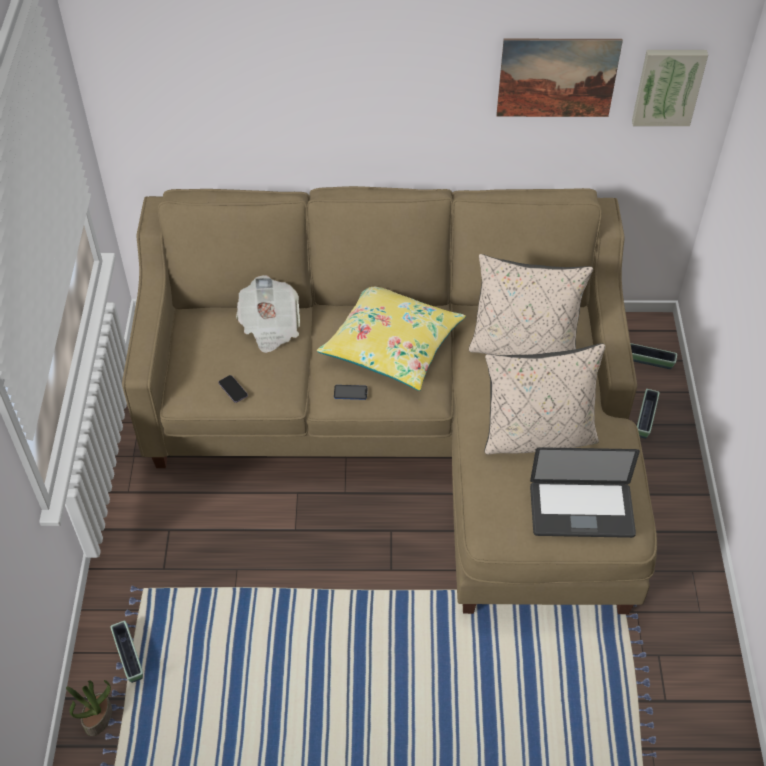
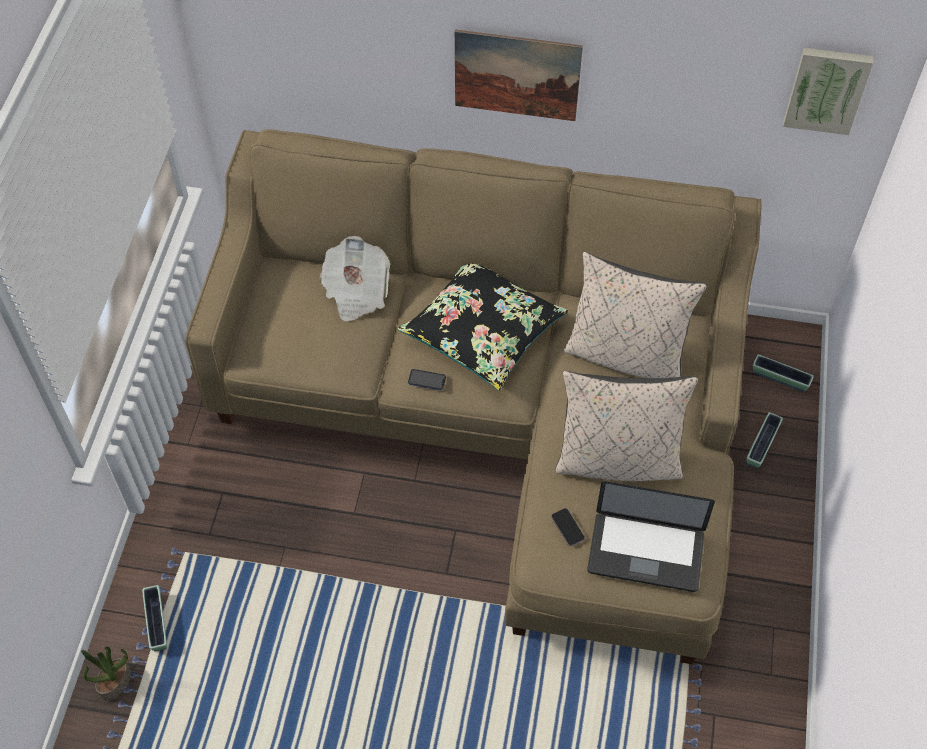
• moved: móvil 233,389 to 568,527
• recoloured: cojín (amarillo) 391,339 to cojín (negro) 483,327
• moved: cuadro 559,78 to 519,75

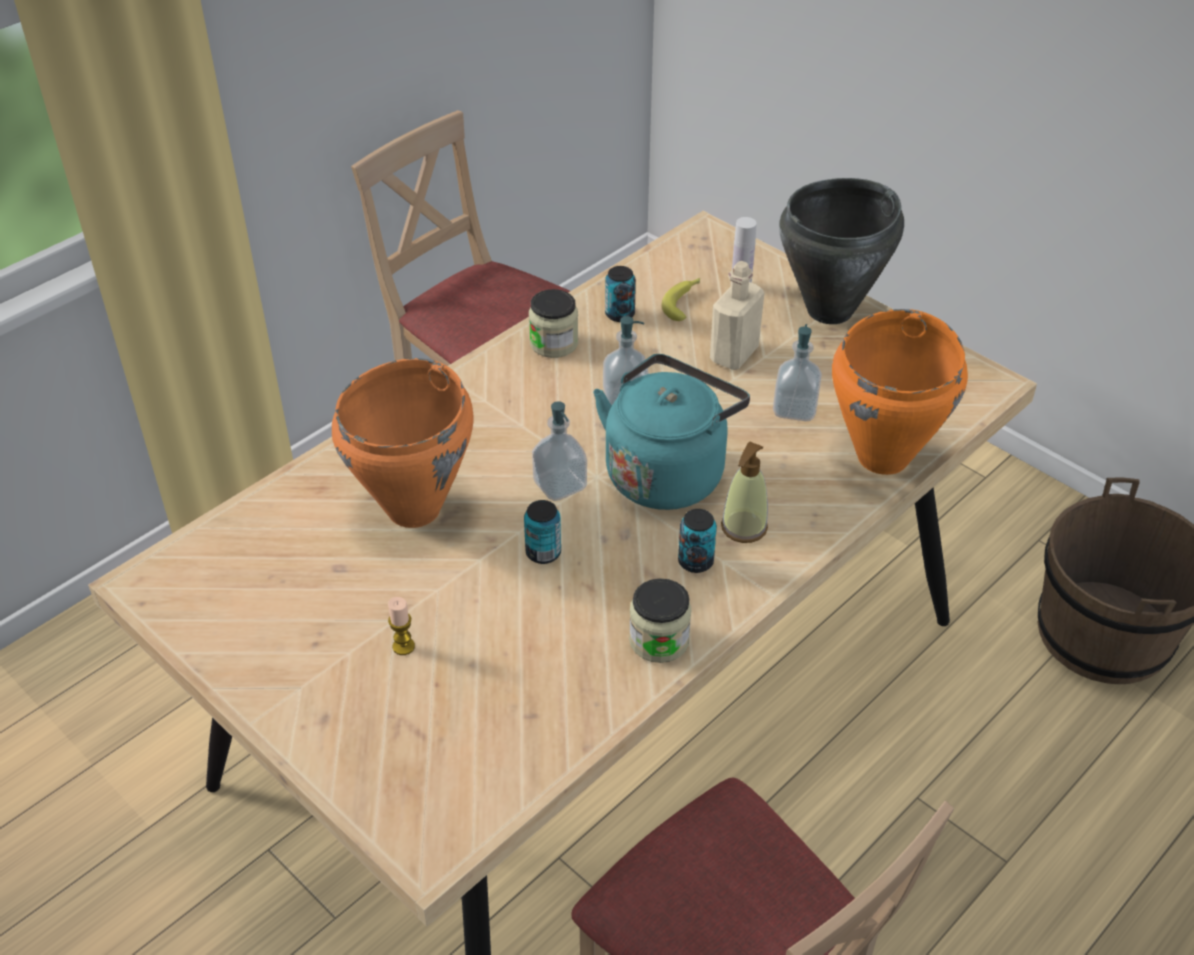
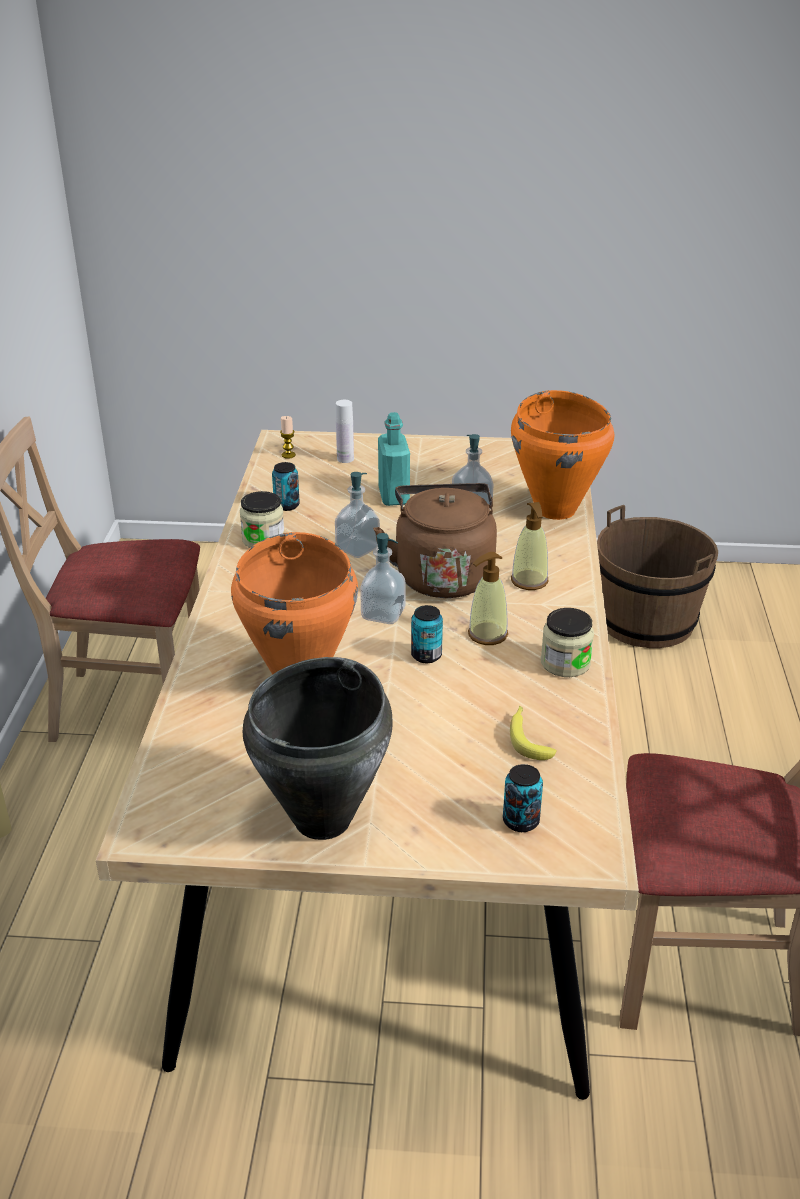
• moved: vela 401,626 to 288,437
• recoloured: hervidor (turquesa) 671,432 to hervidor (marrón) 435,540
• moved: plátano 680,299 to 533,733
• moved: lata 697,541 to 523,798
• recoloured: botella (beis) 737,315 to botella (turquesa) 394,459
• moved: olla (negro) 841,251 to 318,748
• added: dispensador de jabón 488,598

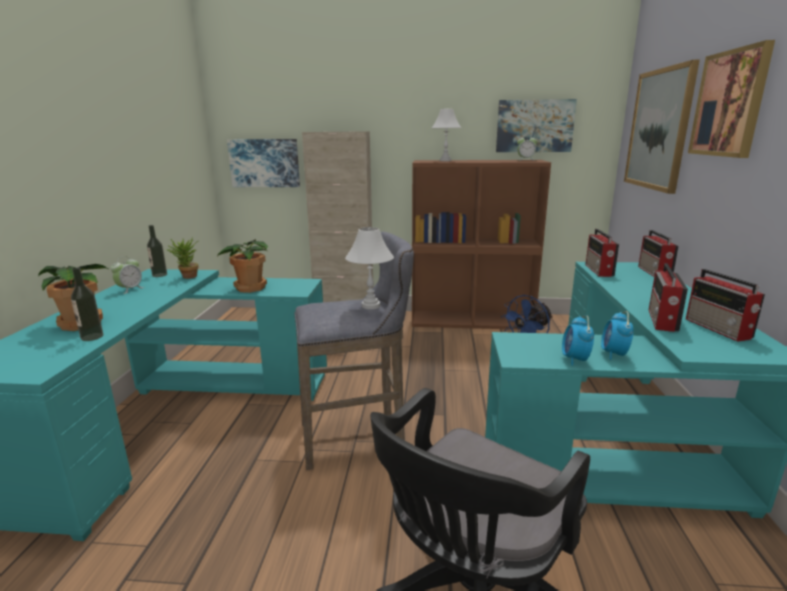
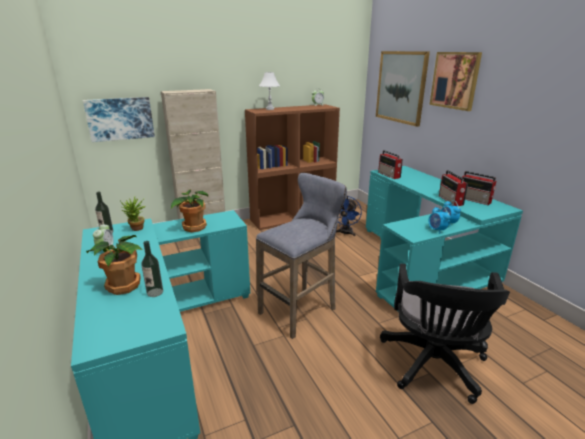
• removed: lámpara de mesa (blanco) 369,268
• removed: cuadro 536,125
• removed: radio 658,253

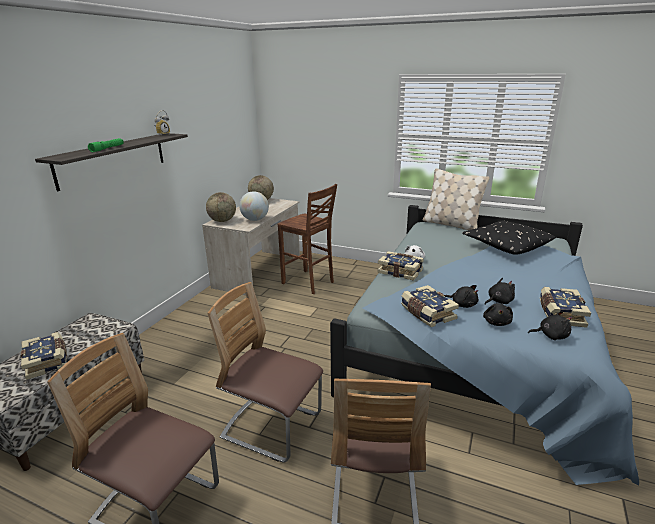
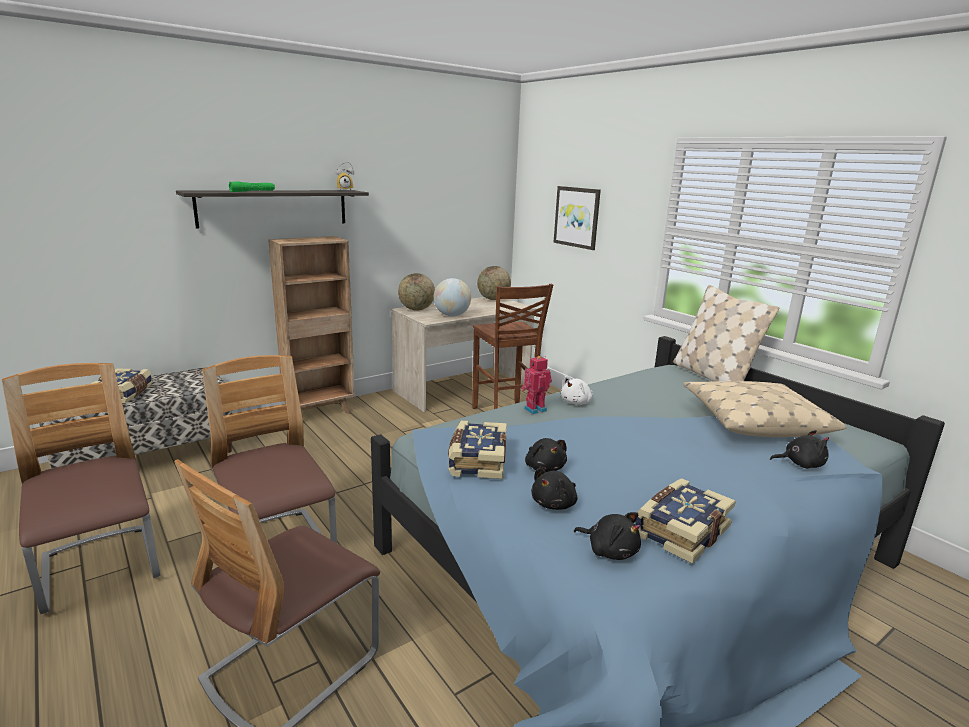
• replaced: libro 400,266 to robot de juguete 536,385
• recoloured: cojín (negro) 509,238 to cojín (beis) 765,409
• moved: peluche (negro) 500,291 to 799,449
• added: estantería (marrón) 311,327
• added: cuadro 577,218

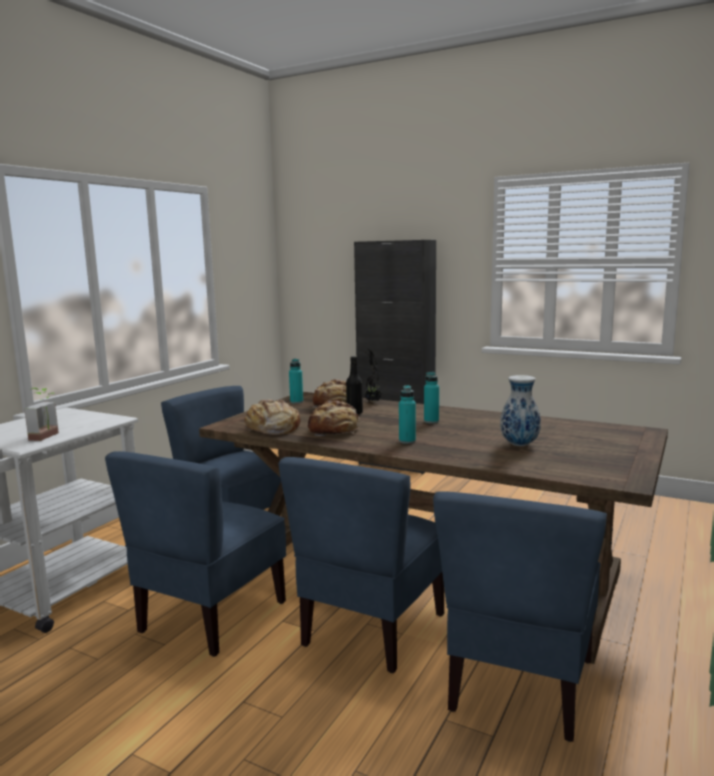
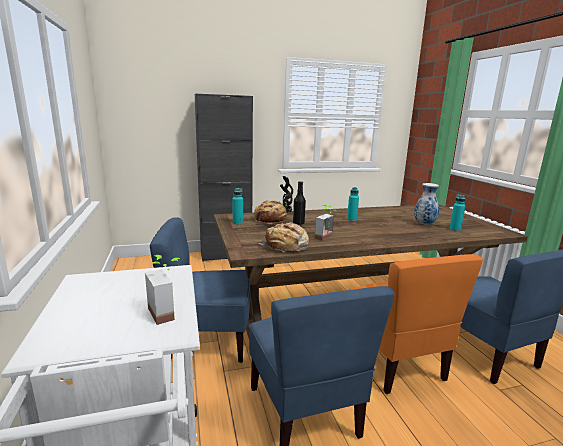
• recoloured: silla (azul) 361,565 to silla (naranja) 416,324
• replaced: pan 334,418 to planta en maceta 325,223
• moved: botella (turquesa) 407,414 to 457,212

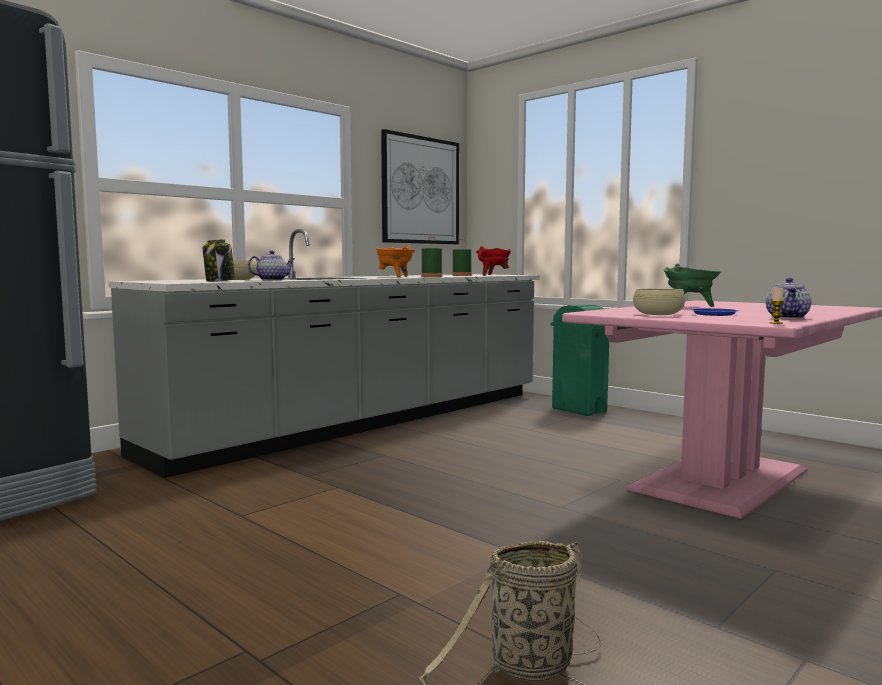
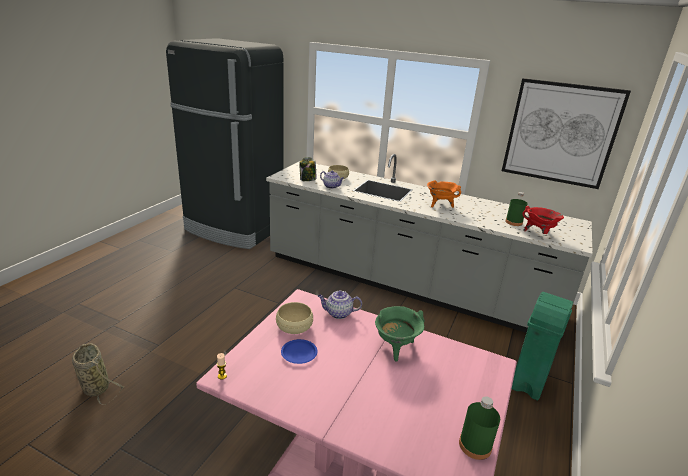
• moved: botella (verde) 431,256 to 479,428
• moved: tetera 789,298 to 340,305

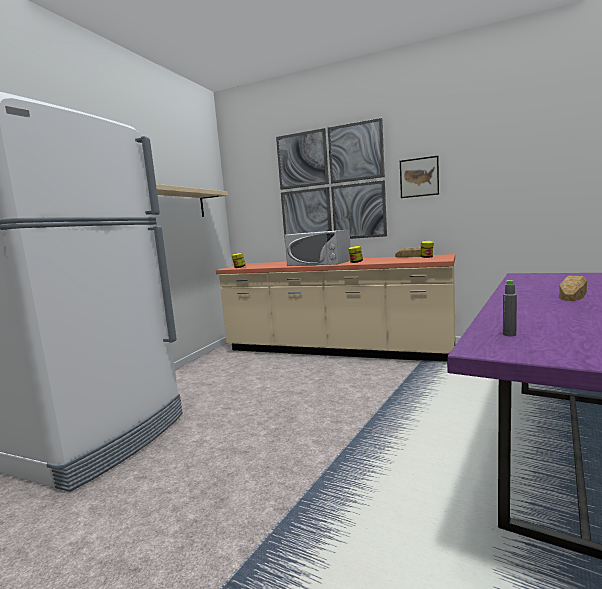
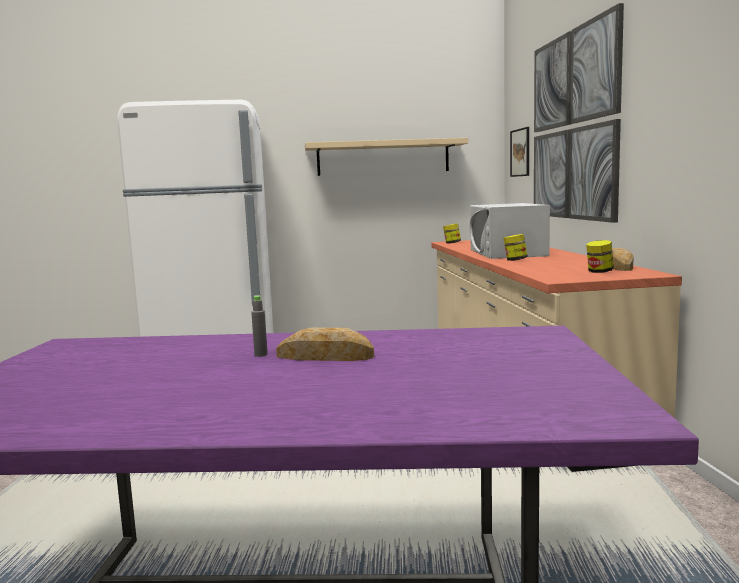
• moved: cuadro 419,177 to 519,152
• moved: botella (gris) 510,308 to 259,326

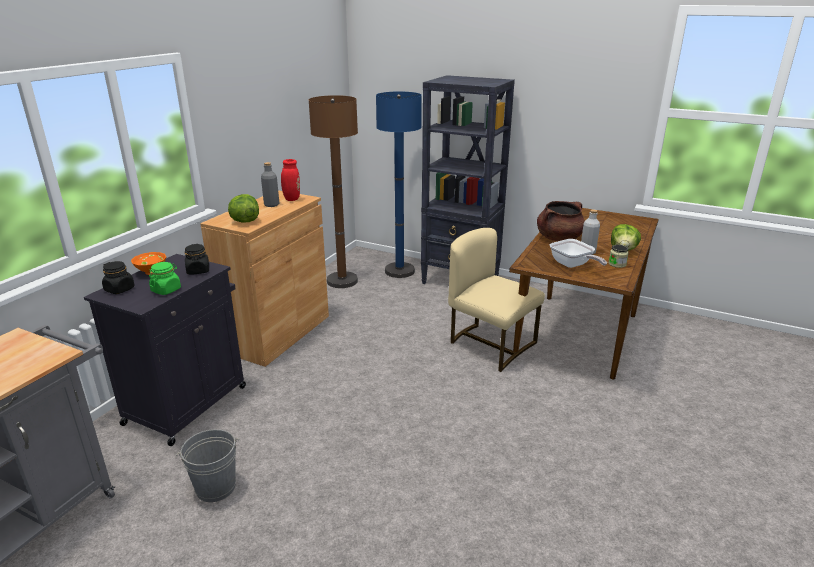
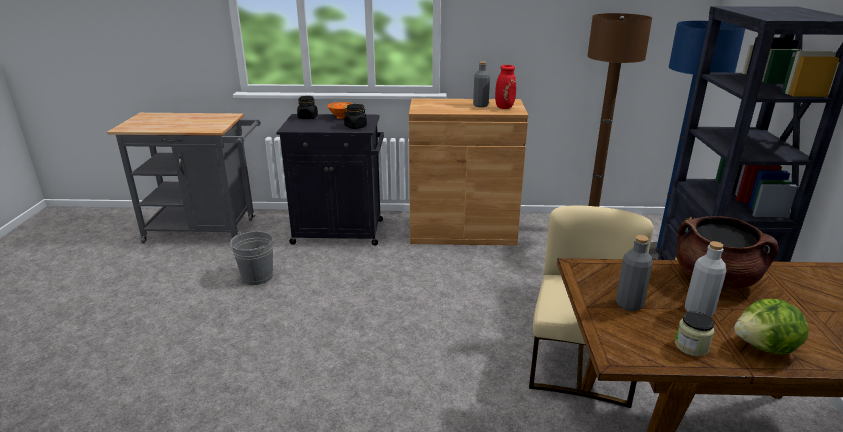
• removed: tarro (verde) 165,278
• removed: lechuga 243,208
• replaced: sartén 578,253 to botella (gris) 634,273

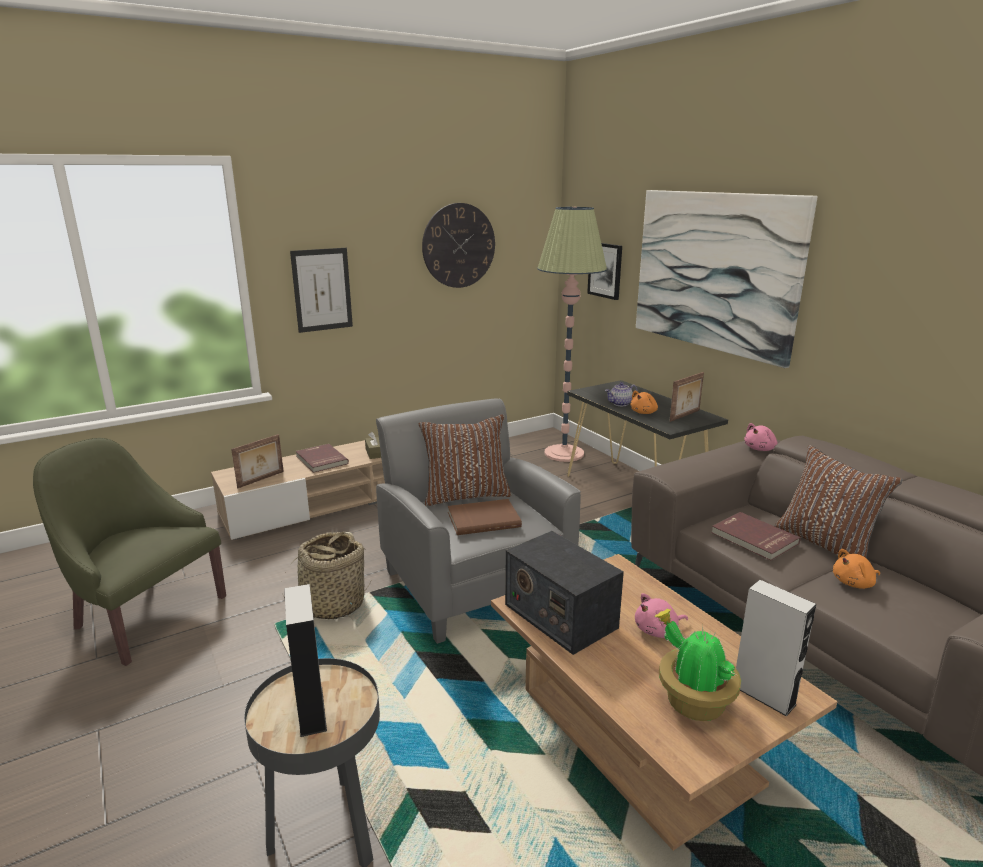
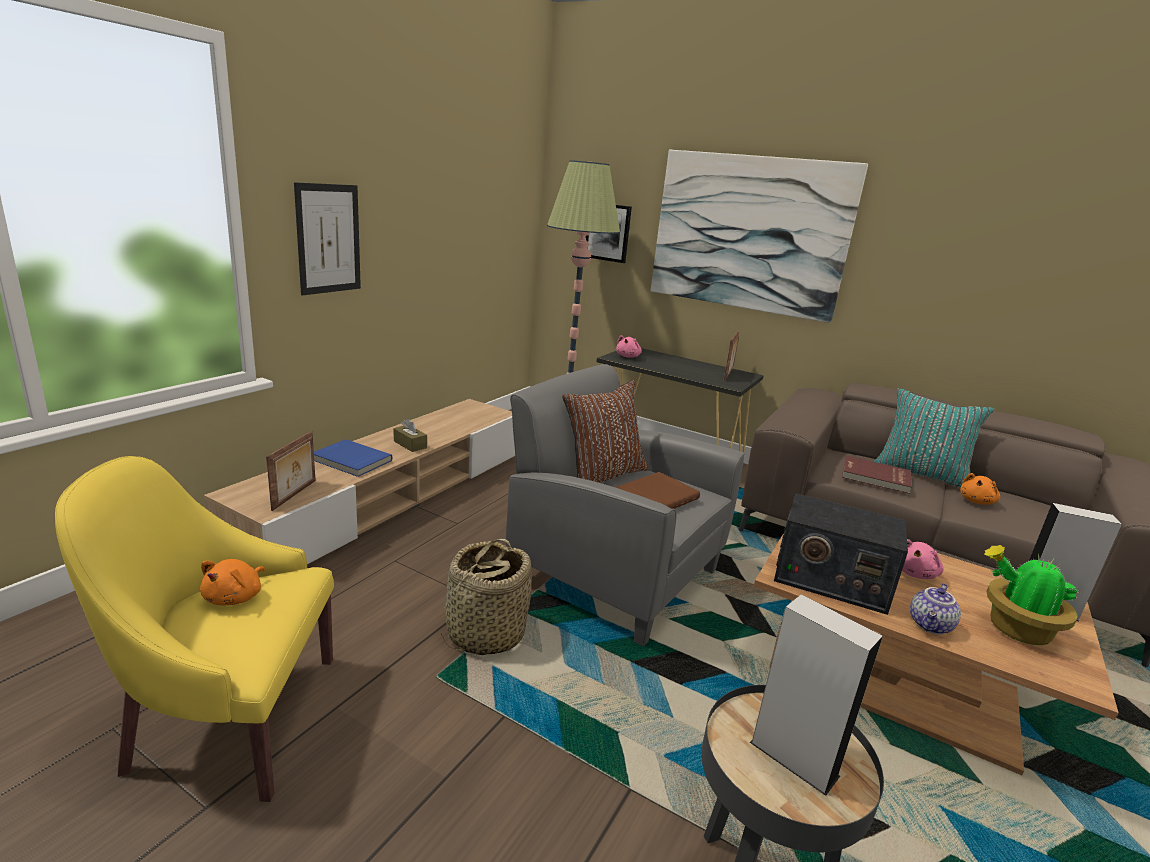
• recoloured: sillón (verde) 129,552 to sillón (amarillo) 194,629
• recoloured: libro (rojo) 322,458 to libro (azul) 353,458
• removed: reloj de pared 458,245
• moved: tetera 621,394 to 935,608
• moved: peluche (naranja) 644,402 to 232,582
• moved: peluche (rosa) 761,437 to 629,346
• recoloured: cojín (marrón) 839,501 to cojín (turquesa) 934,438

